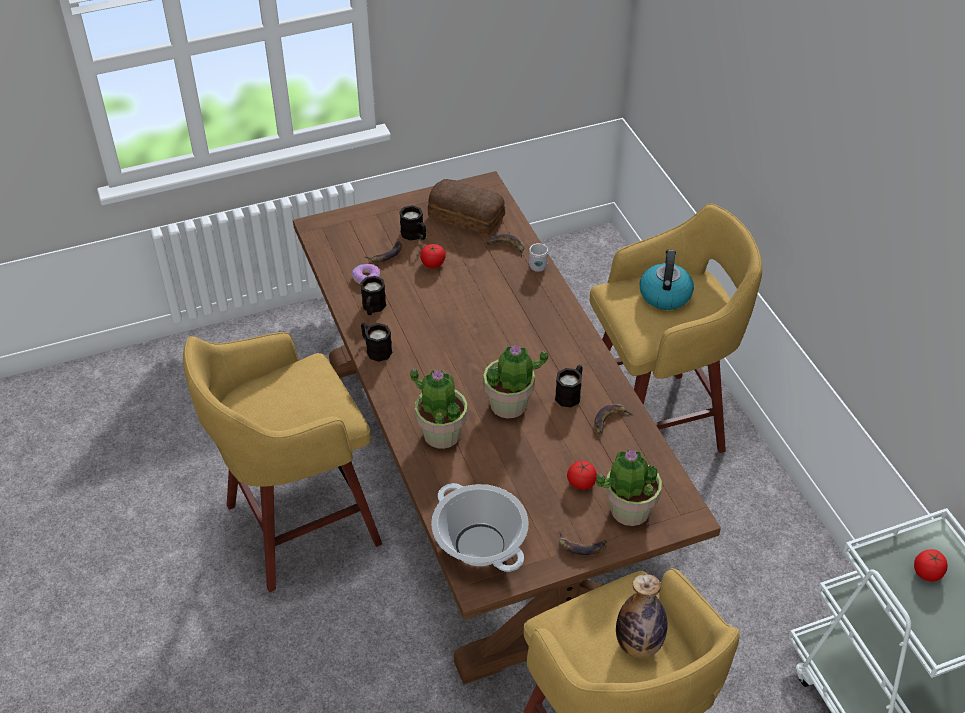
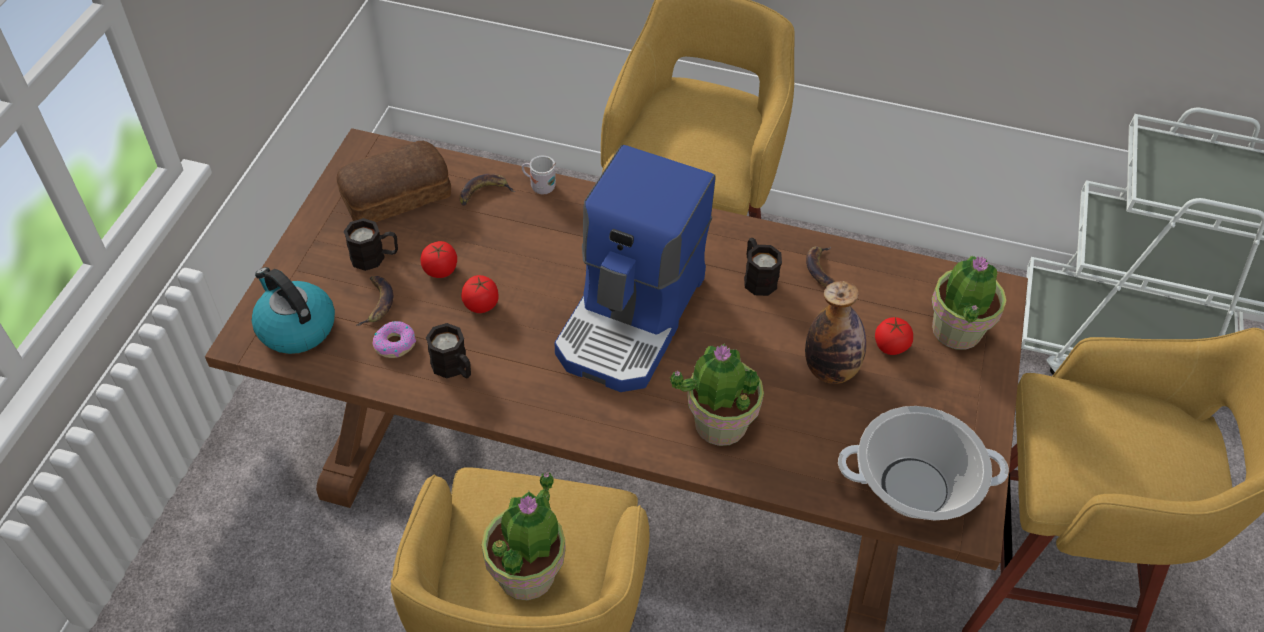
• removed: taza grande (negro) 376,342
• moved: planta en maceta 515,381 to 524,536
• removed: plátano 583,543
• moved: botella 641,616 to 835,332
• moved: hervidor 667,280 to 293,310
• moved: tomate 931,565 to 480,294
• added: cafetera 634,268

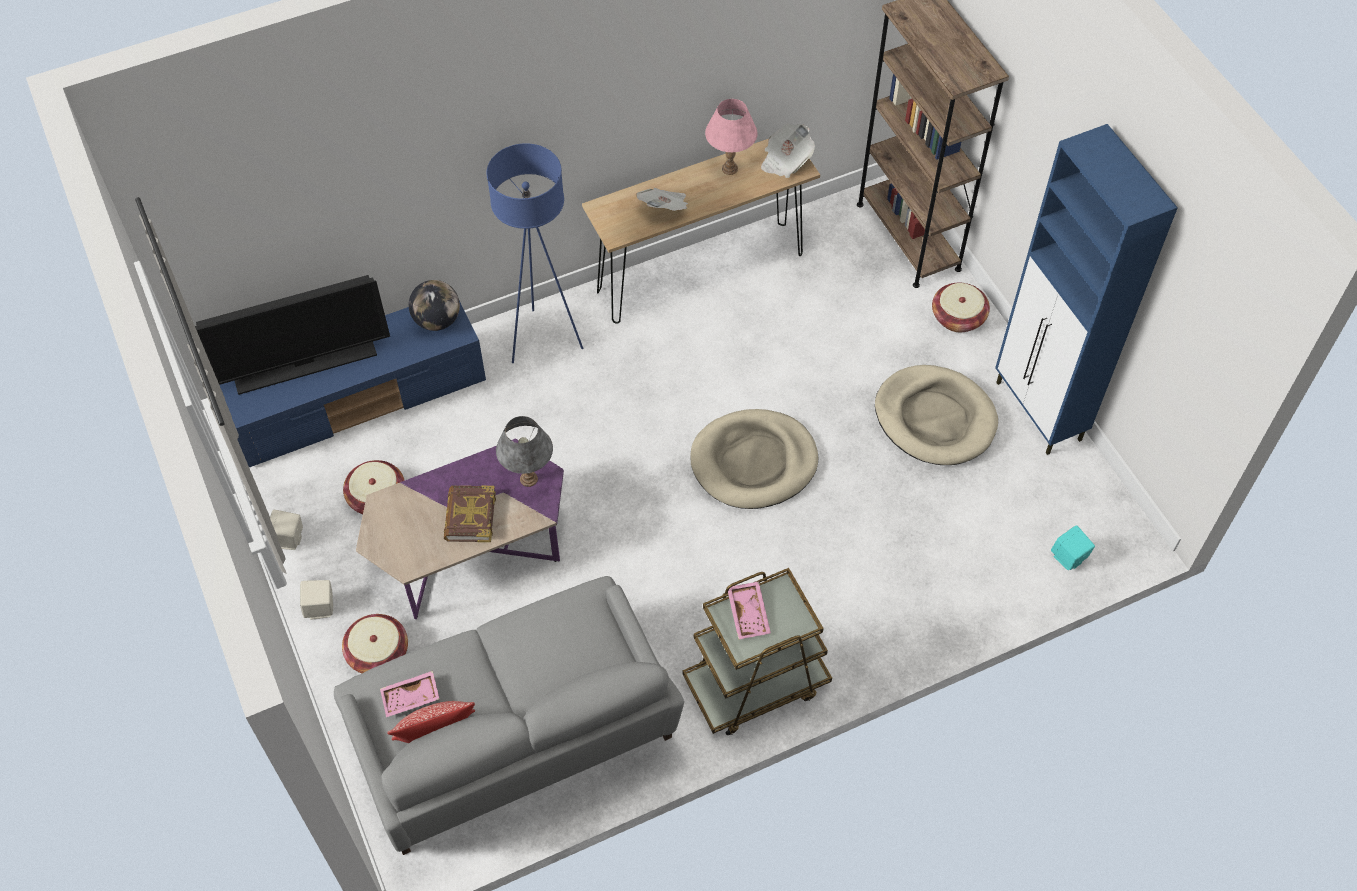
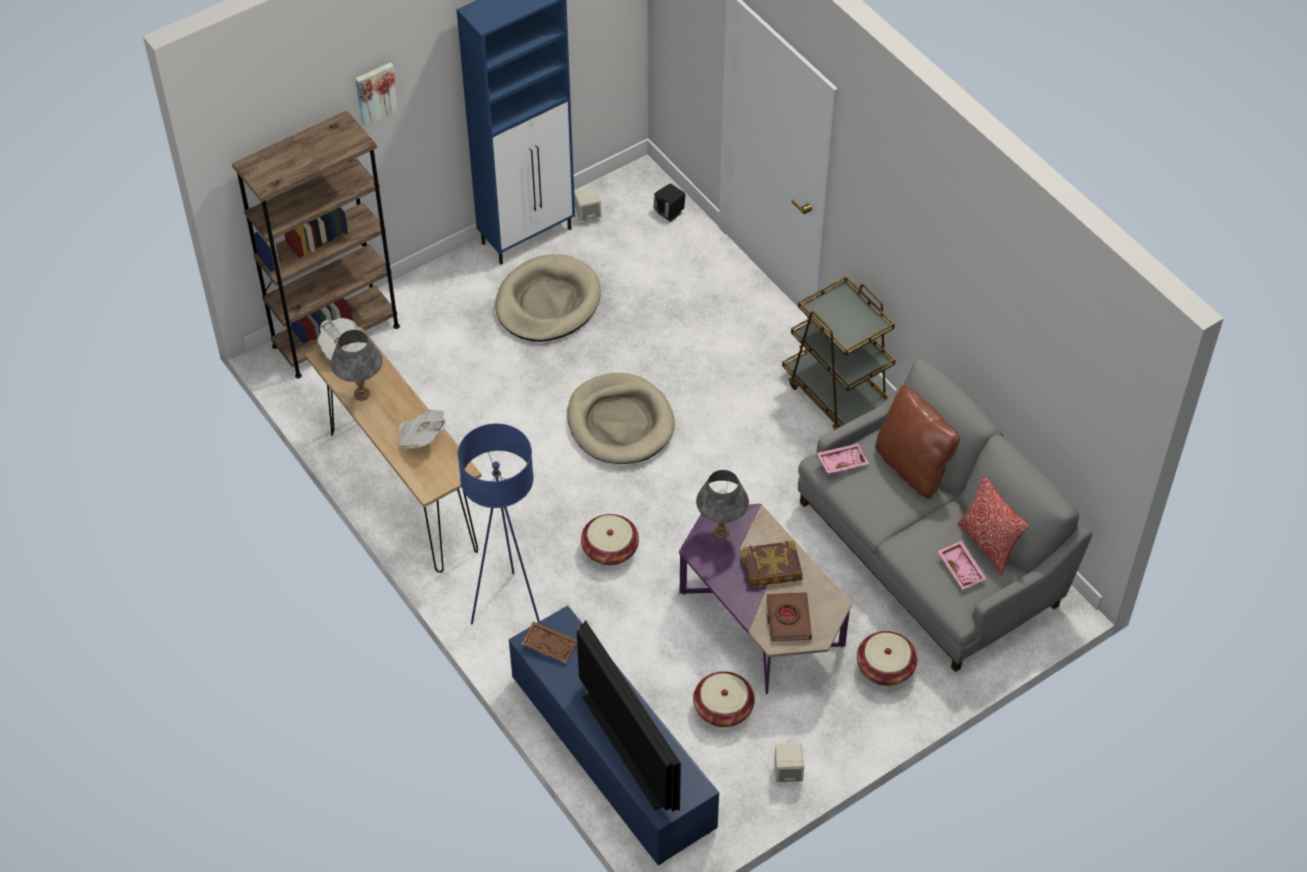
• moved: altavoz (beis) 316,600 to 588,205
• replaced: globo terráqueo 434,305 to bandeja (marrón) 549,642
• recoloured: lámpara de mesa (rosa) 731,137 to lámpara de mesa (gris) 357,365
• moved: bandeja (rosa) 749,611 to 843,458
• moved: cesta 961,307 to 610,539
• recoloured: altavoz (turquesa) 1073,547 to altavoz (negro) 670,202
• added: cuadro 377,94
• added: libro (marrón) 789,616
• added: cojín (marrón) 917,442

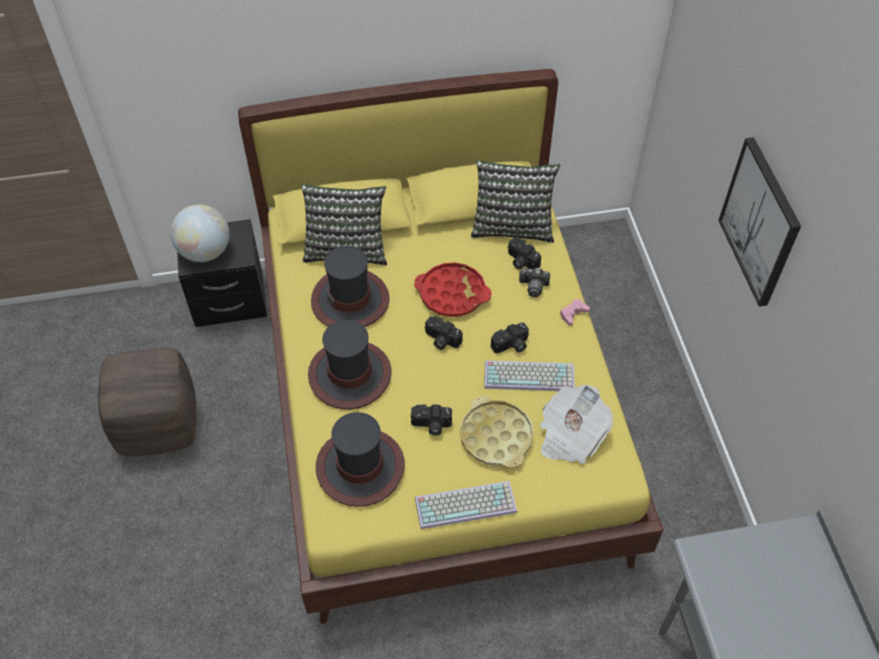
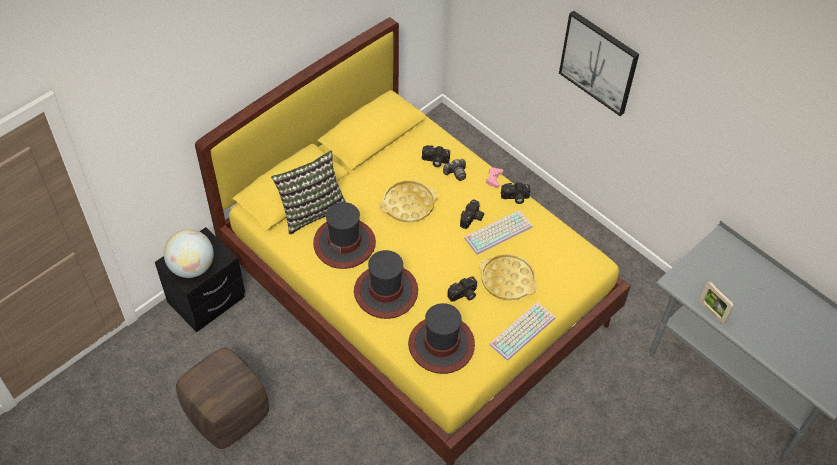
• recoloured: bandeja (rojo) 453,289 to bandeja (amarillo) 408,201
• moved: cámara 443,333 to 515,193
• removed: cojín 515,201
• removed: periódico 576,424
• added: portarretratos 716,302

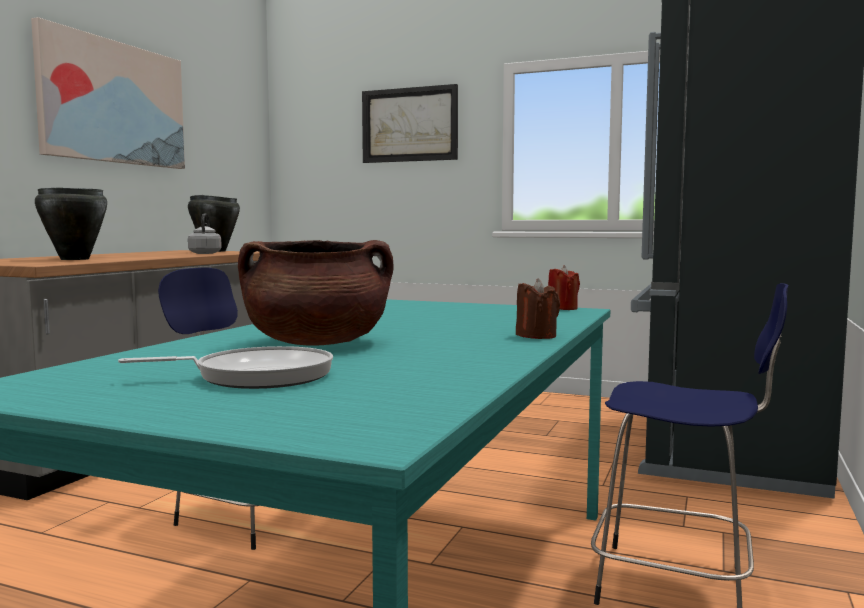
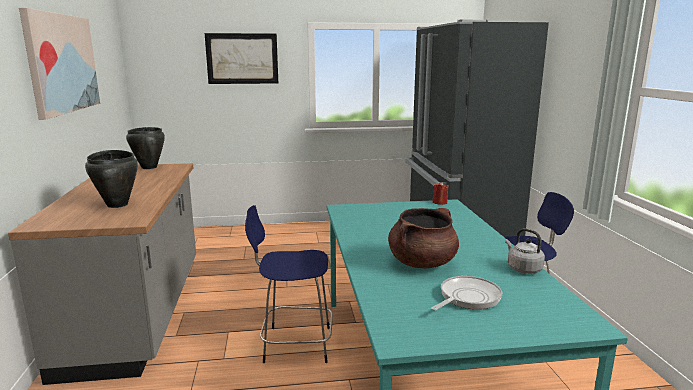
• moved: hervidor (gris) 205,233 to 525,251
• removed: vela (marrón) 538,309

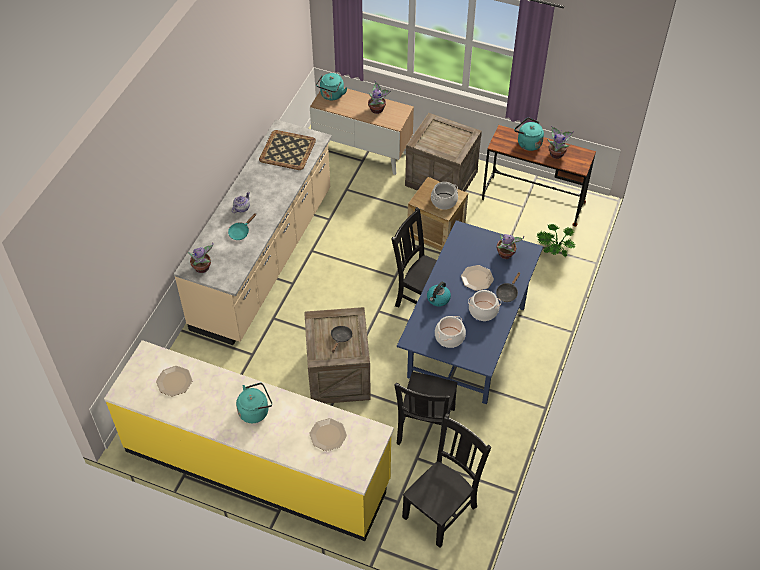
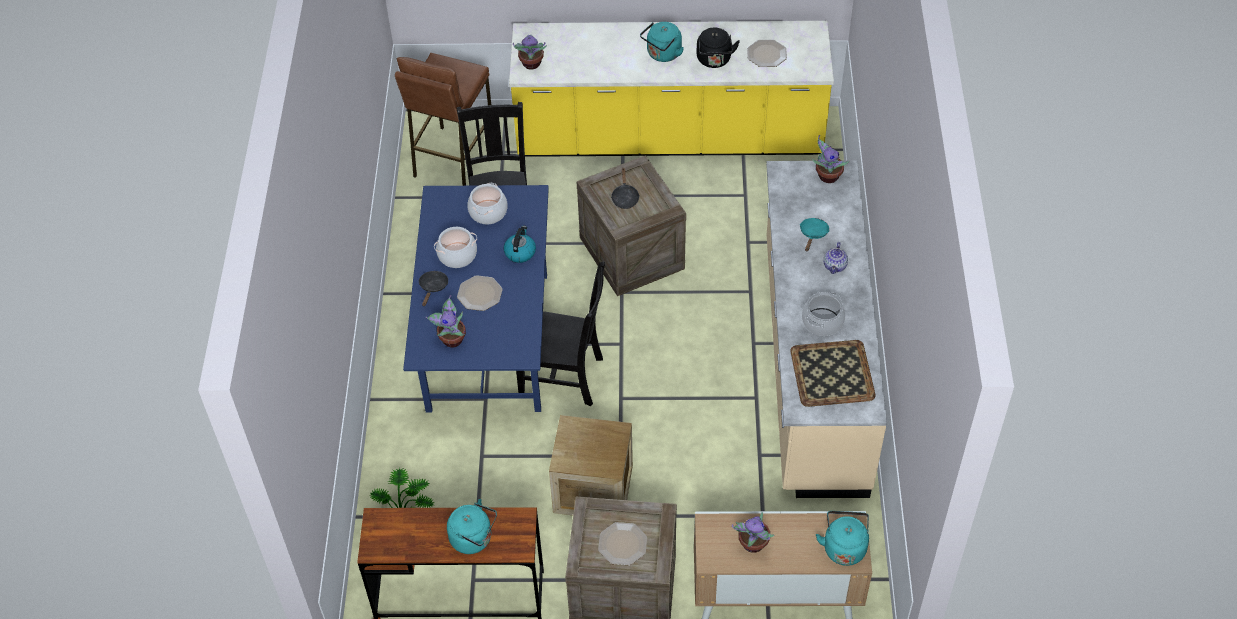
• moved: plato 328,434 to 622,543
• replaced: silla (negro) 446,481 to taburete (marrón) 443,119
• moved: olla 444,196 to 823,314
• moved: planta en maceta 560,142 to 530,52
• added: hervidor (negro) 718,48

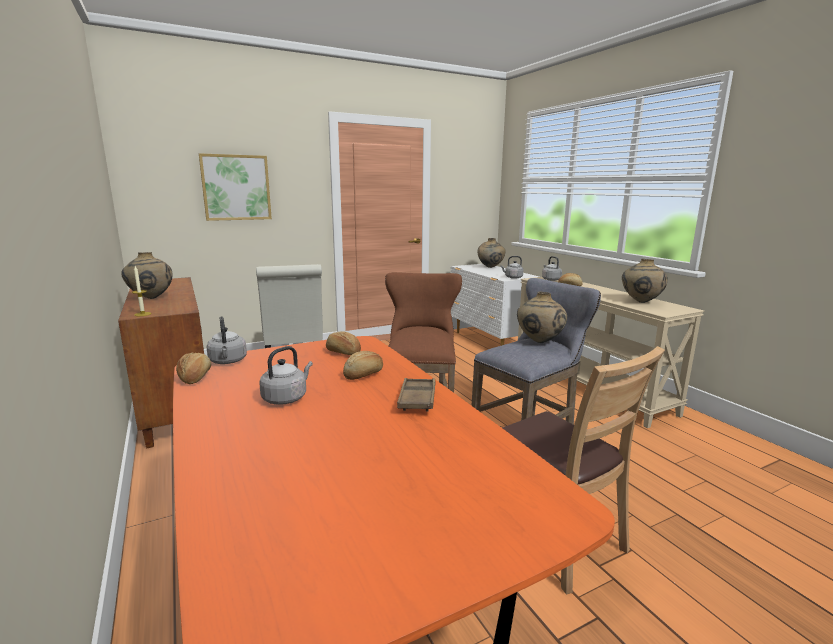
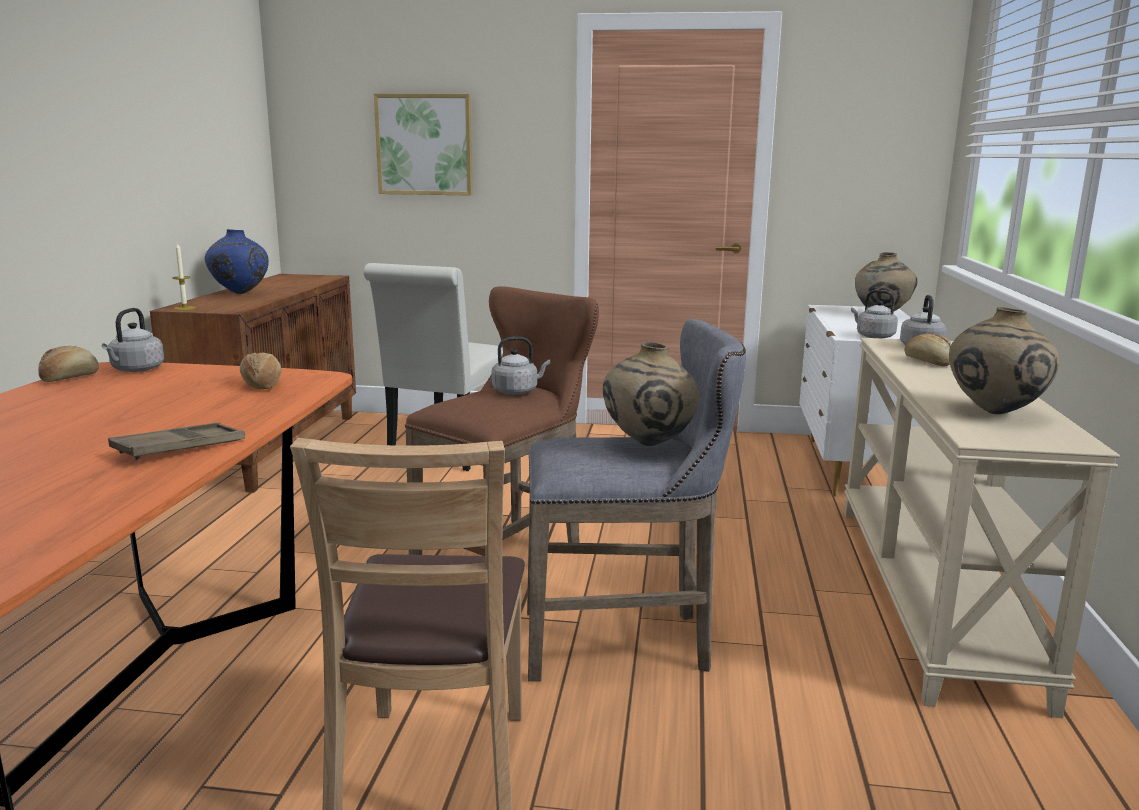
• recoloured: florero (beis) 147,275 to florero (azul) 237,261
• moved: hervidor (gris) 286,375 to 521,366
• removed: pan 363,365

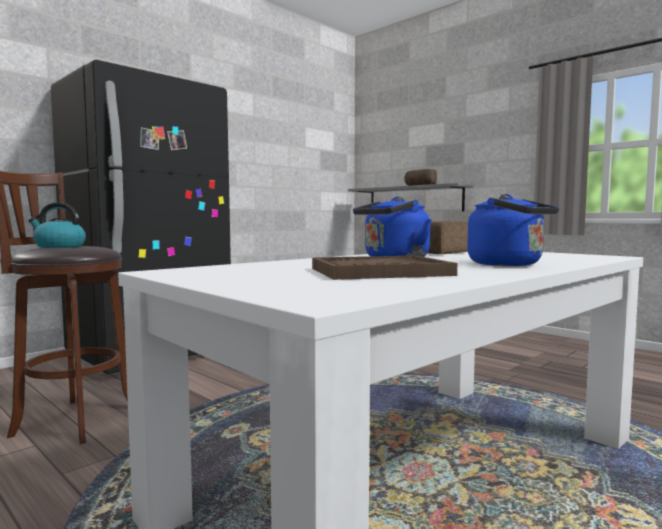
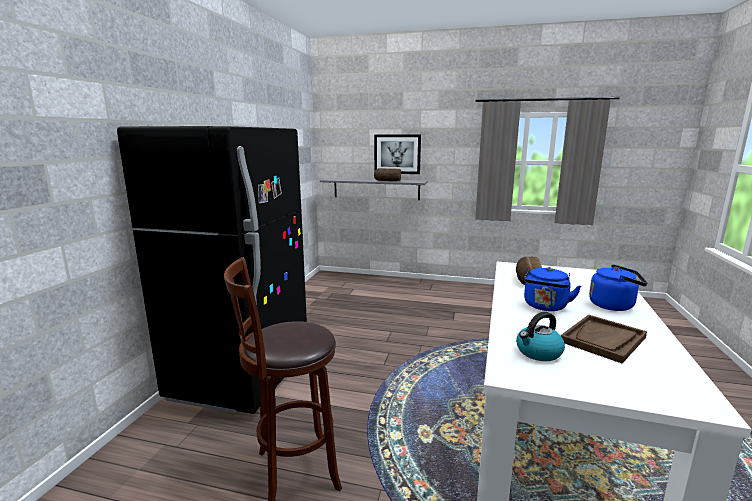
• moved: hervidor 57,225 to 540,336
• added: cuadro 397,154

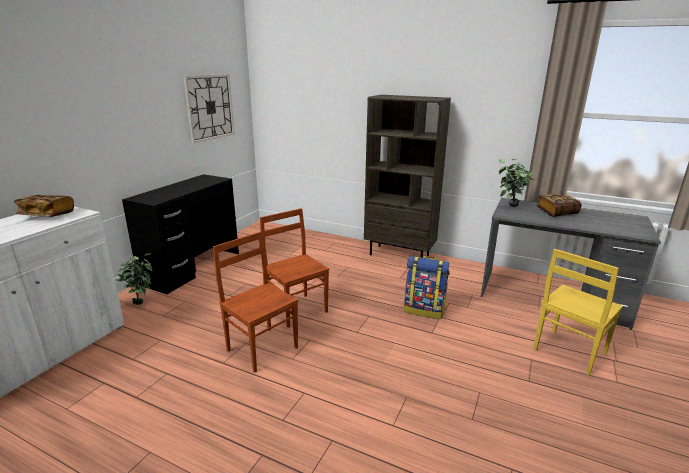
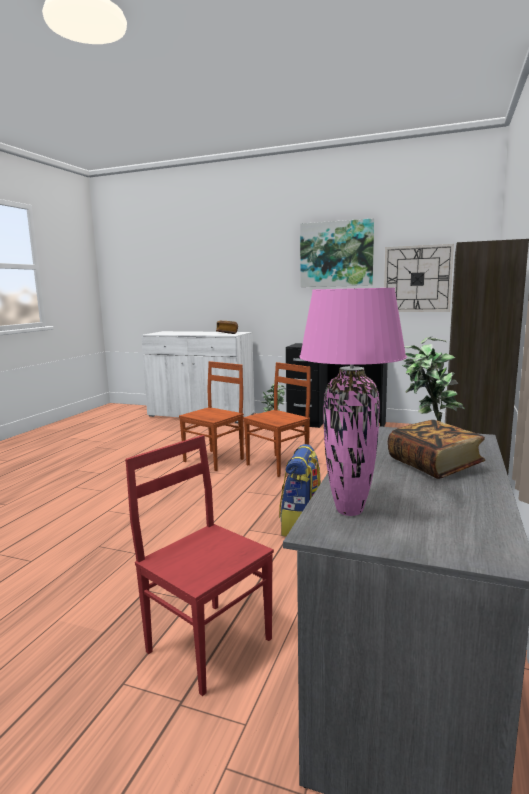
• recoloured: silla (amarillo) 578,312 to silla (rojo) 199,565
• added: lámpara de mesa (rosa) 353,402
• added: cuadro 337,252

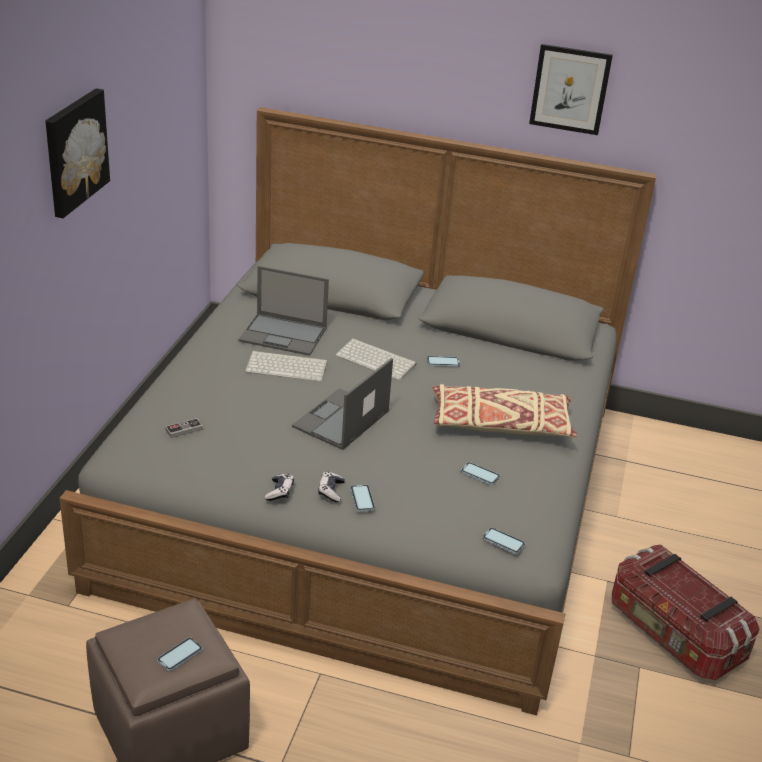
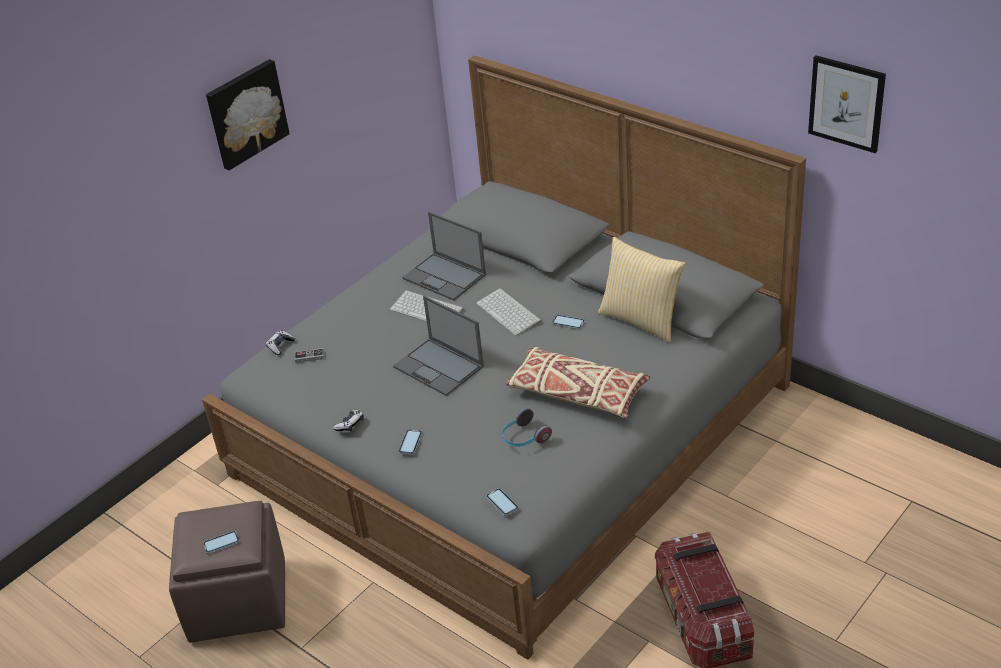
• turned: portátil 342,404 = 438,345 105 degrees counterclockwise
• moved: mando de consola 331,487 to 280,343
• replaced: móvil 480,473 to auriculares 527,427
• moved: cuadro 571,89 to 847,104
• added: cojín 642,290

